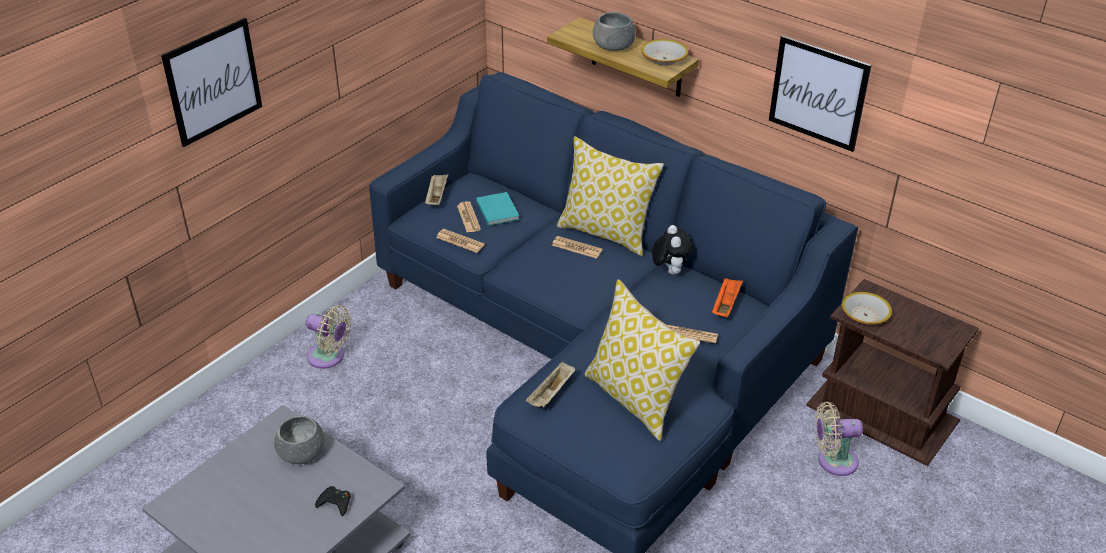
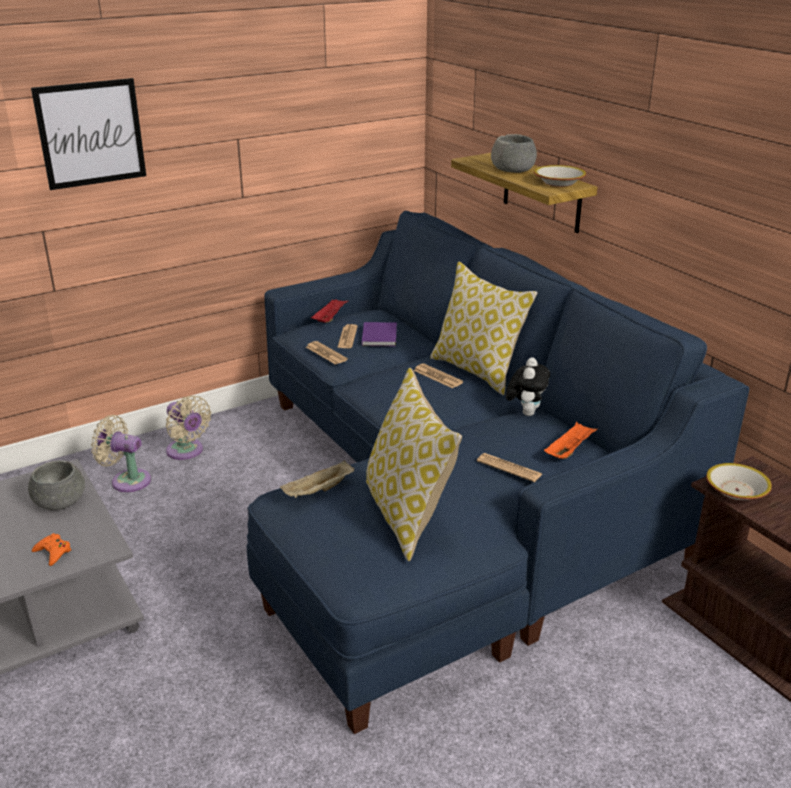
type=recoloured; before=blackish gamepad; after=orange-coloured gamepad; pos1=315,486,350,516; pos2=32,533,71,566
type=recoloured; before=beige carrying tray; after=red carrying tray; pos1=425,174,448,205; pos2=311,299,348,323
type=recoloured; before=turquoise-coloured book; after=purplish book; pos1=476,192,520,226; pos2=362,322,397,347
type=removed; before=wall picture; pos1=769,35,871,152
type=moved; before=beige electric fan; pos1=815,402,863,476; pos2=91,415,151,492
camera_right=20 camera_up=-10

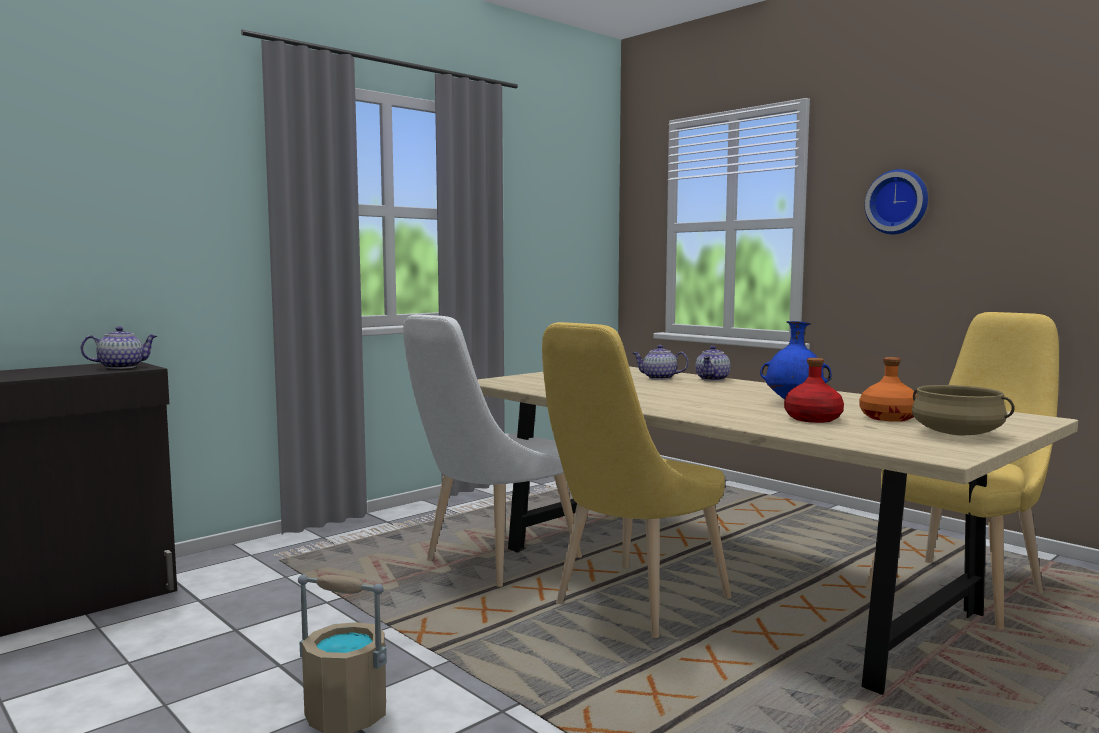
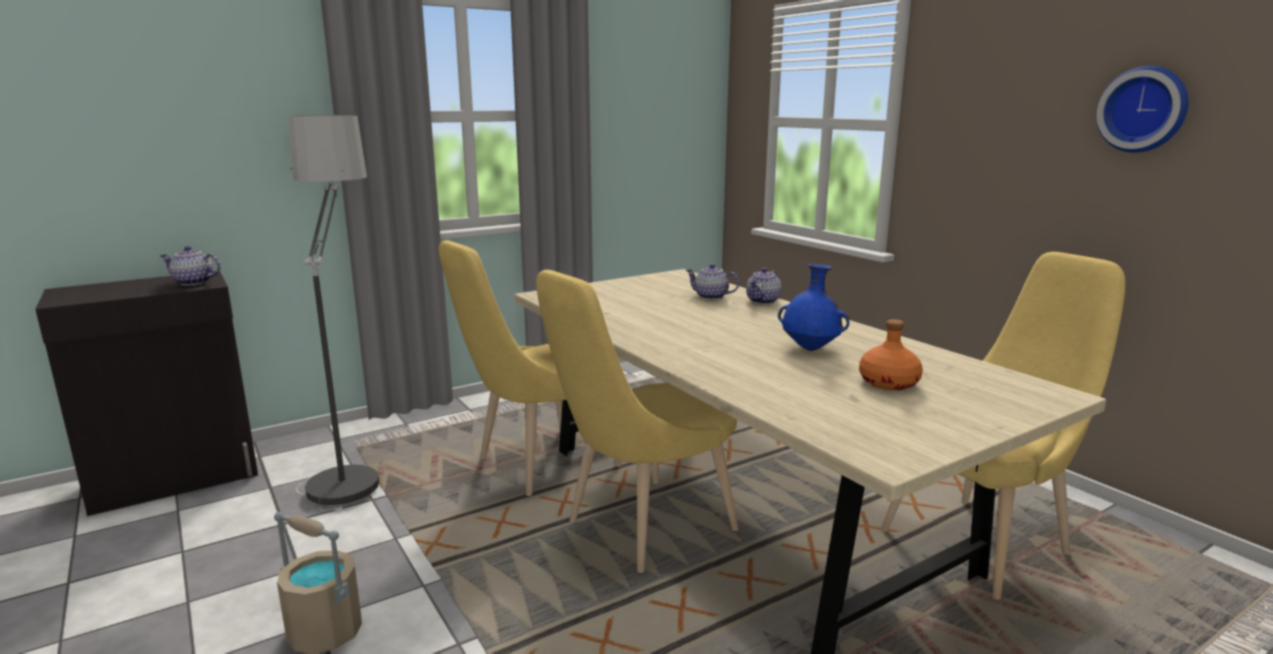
type=turned; before=pot for tea; pos1=80,327,157,369; pos2=160,246,221,286; turn=-150
type=recoloured; before=white plain chair; after=yellow plain chair; pos1=403,314,582,587; pos2=439,240,622,496
type=removed; before=red bottle; pos1=784,358,844,423
type=moved; before=wall clock; pos1=865,169,928,234; pos2=1096,66,1189,153
type=removed; before=beige cooking pot; pos1=912,385,1014,435
type=added; after=standing lamp; pos2=288,115,380,511
camera_right=10 camera_up=10

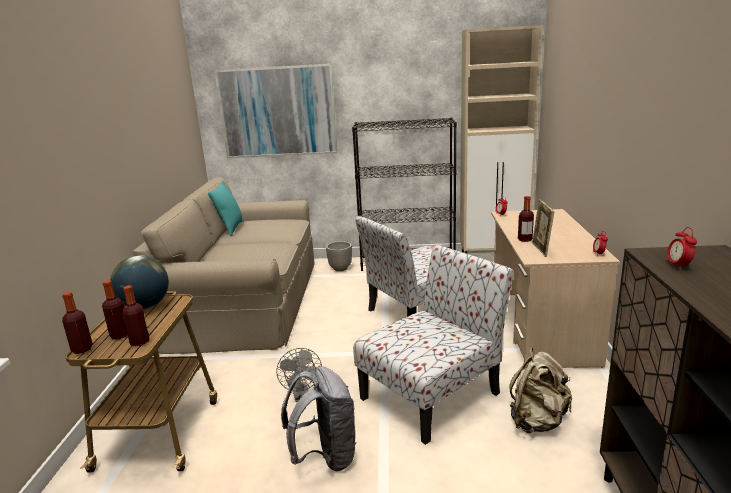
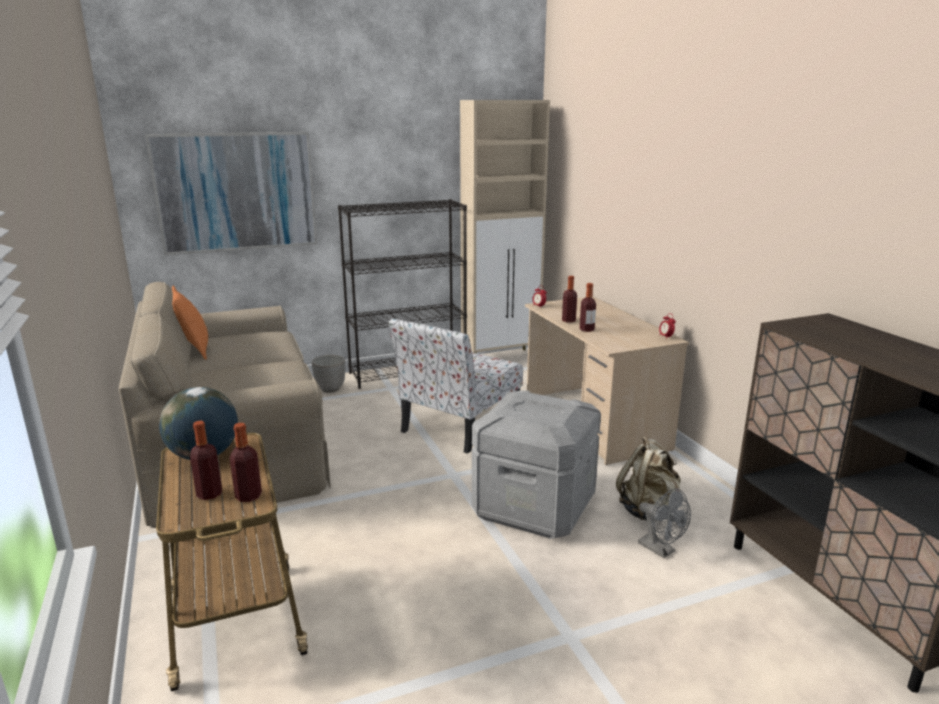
type=moved; before=bottle; pos1=62,292,93,354; pos2=562,276,577,323
type=recoloured; before=turquoise-coloured throw pillow; after=orange-coloured throw pillow; pos1=208,181,244,236; pos2=172,286,208,360
type=moved; before=gray electric fan; pos1=276,348,322,402; pos2=638,489,691,558
type=removed; before=gray backpack; pos1=281,366,357,471
type=replaced; before=plain chair; after=gray storage container; pos1=353,245,513,445; pos2=472,391,601,539
type=removed; before=photo frame; pos1=532,199,555,257
type=removed; before=bedside clock; pos1=667,227,697,270
camera_right=-25 camera_up=0

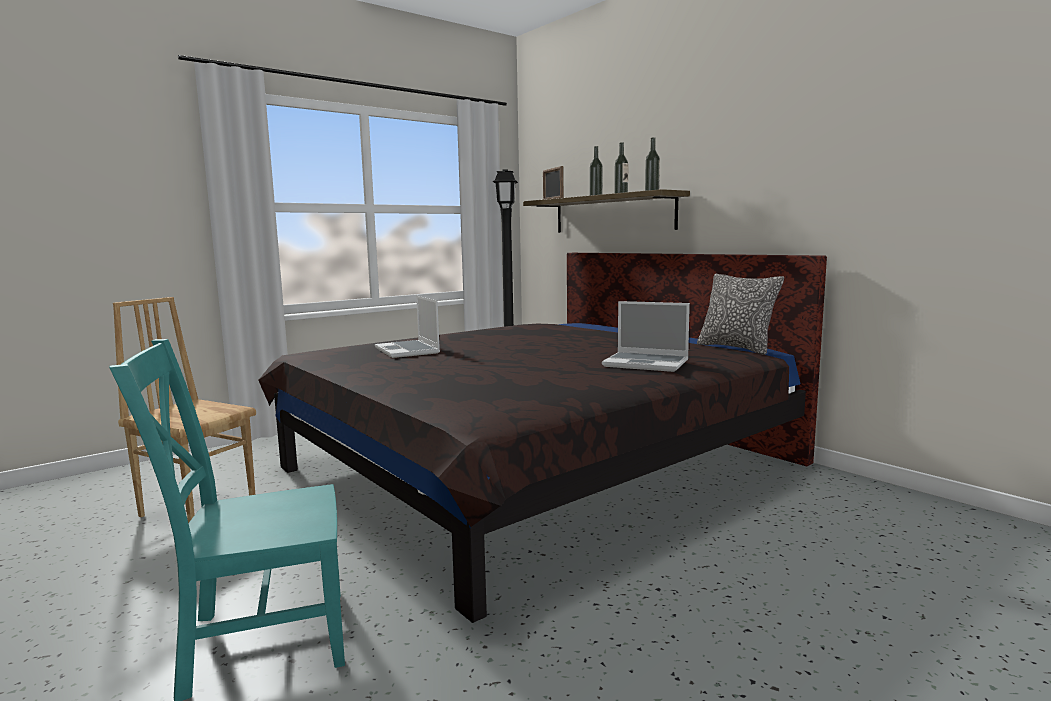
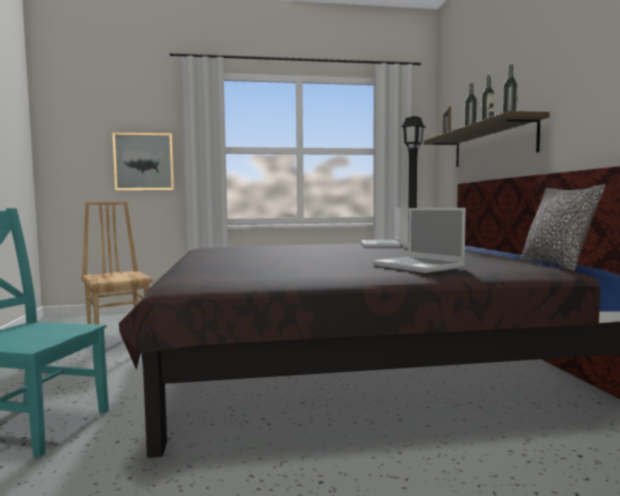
type=moved; before=laptop; pos1=375,296,440,358; pos2=361,207,401,247
type=added; after=wall picture; pos2=112,133,174,190
camera_right=30 camera_up=-5

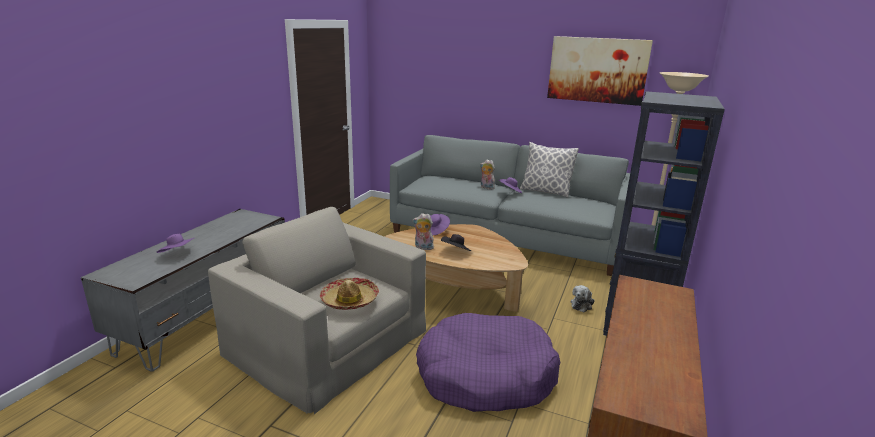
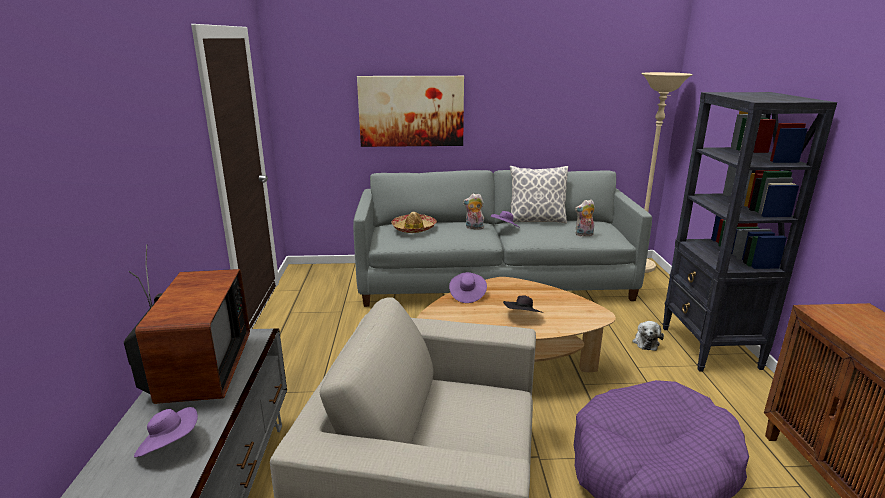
type=moved; before=clothing hat; pos1=320,278,379,310; pos2=391,212,437,233
type=moved; before=cuddly toy; pos1=412,213,434,250; pos2=575,199,595,236
type=moved; before=wall picture; pos1=547,36,653,106; pos2=357,76,464,147
type=added; after=TV set; pos2=124,244,250,404
camera_right=-25 camera_up=0

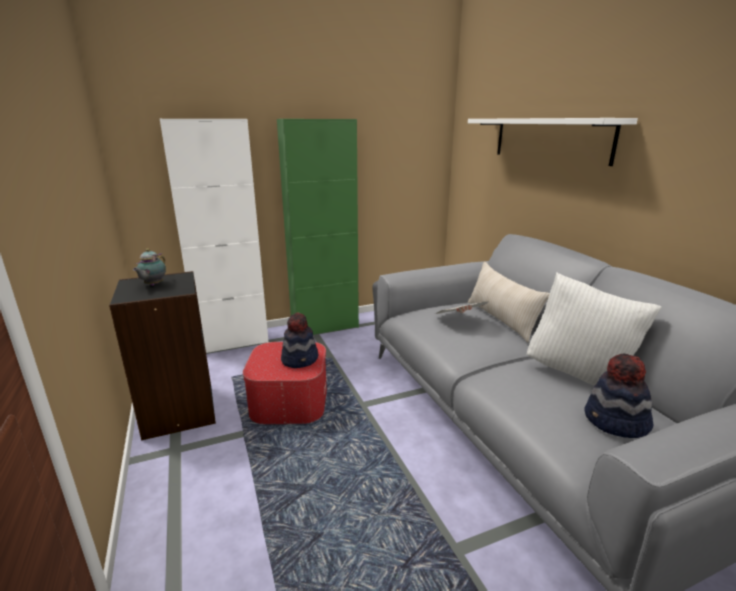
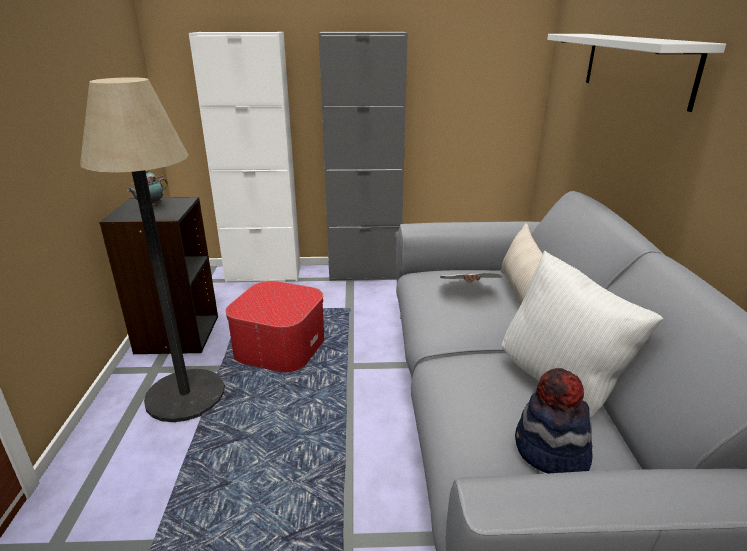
type=recoloured; before=green storage cabinet; after=gray storage cabinet; pos1=277,119,359,335; pos2=319,32,408,281
type=removed; before=clothing hat; pos1=281,312,319,368
type=added; after=standing lamp; pos2=80,77,225,422
camera_right=20 camera_up=5

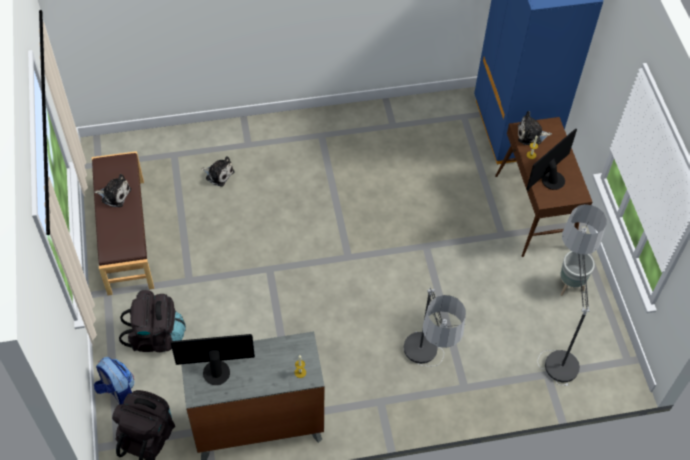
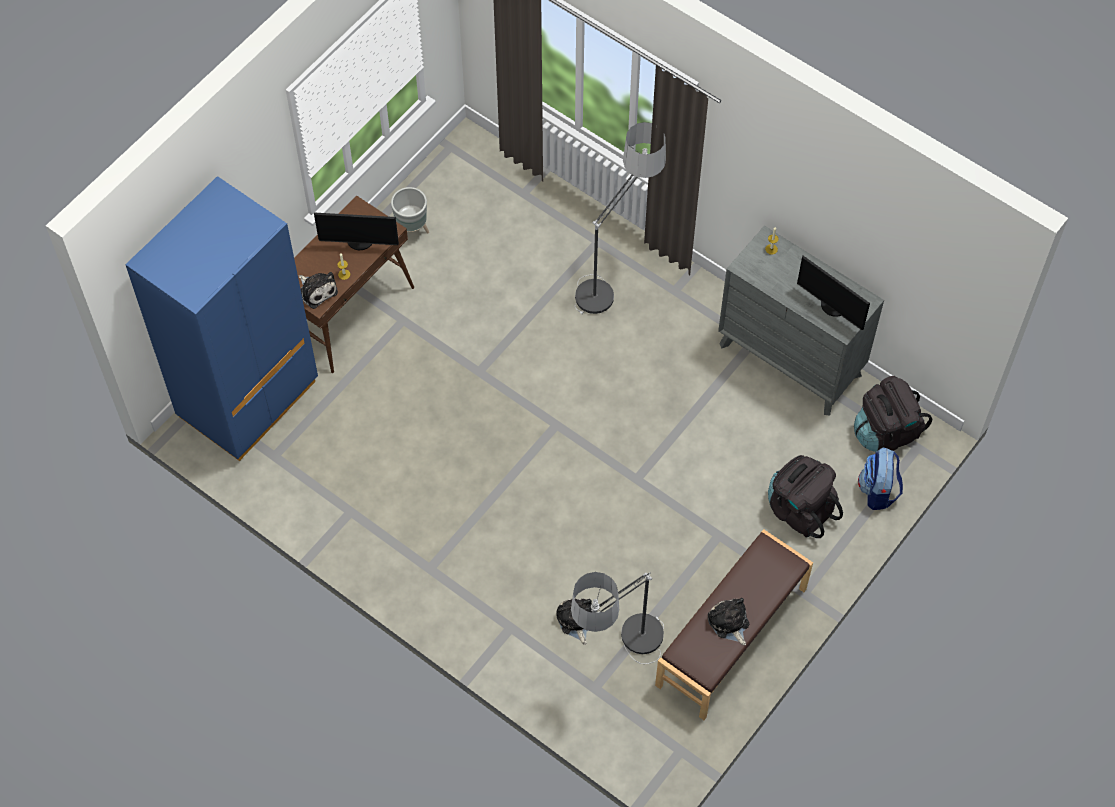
type=moved; before=standing lamp; pos1=537,204,606,386; pos2=571,572,664,664
camera_right=-130 camera_up=5

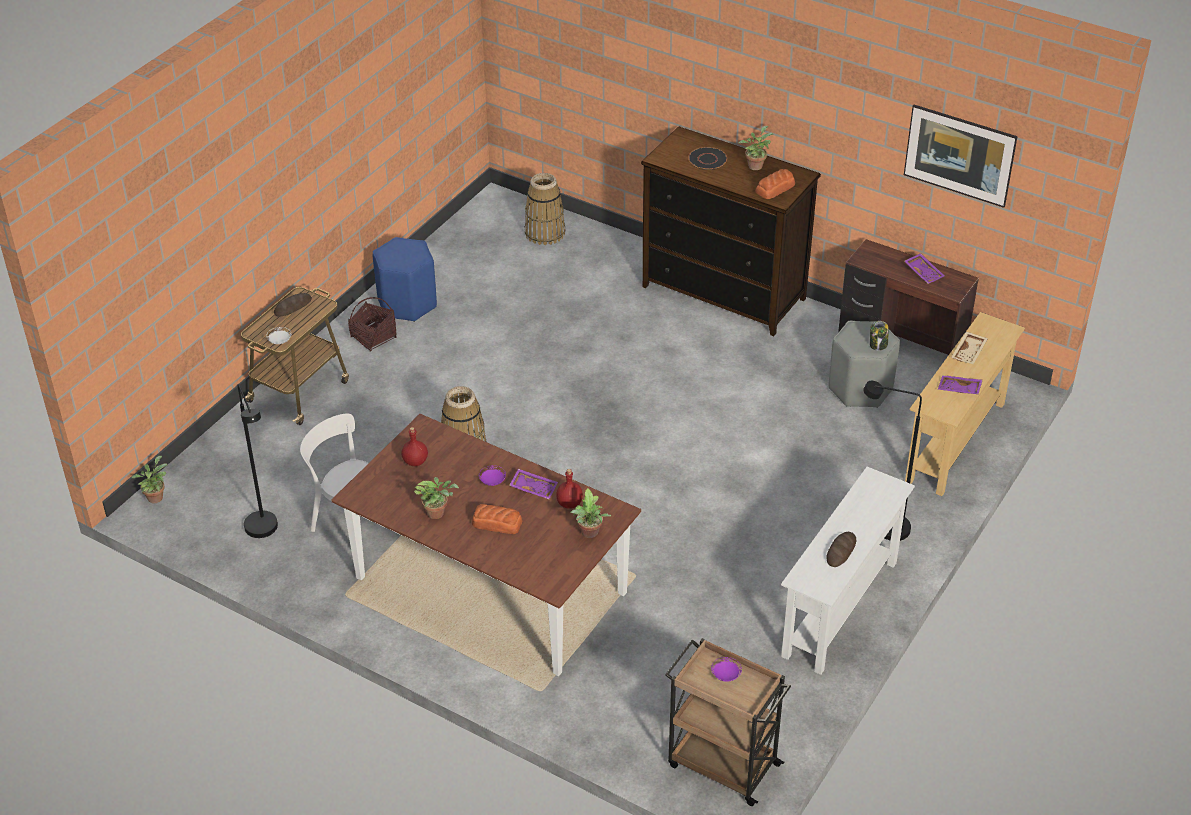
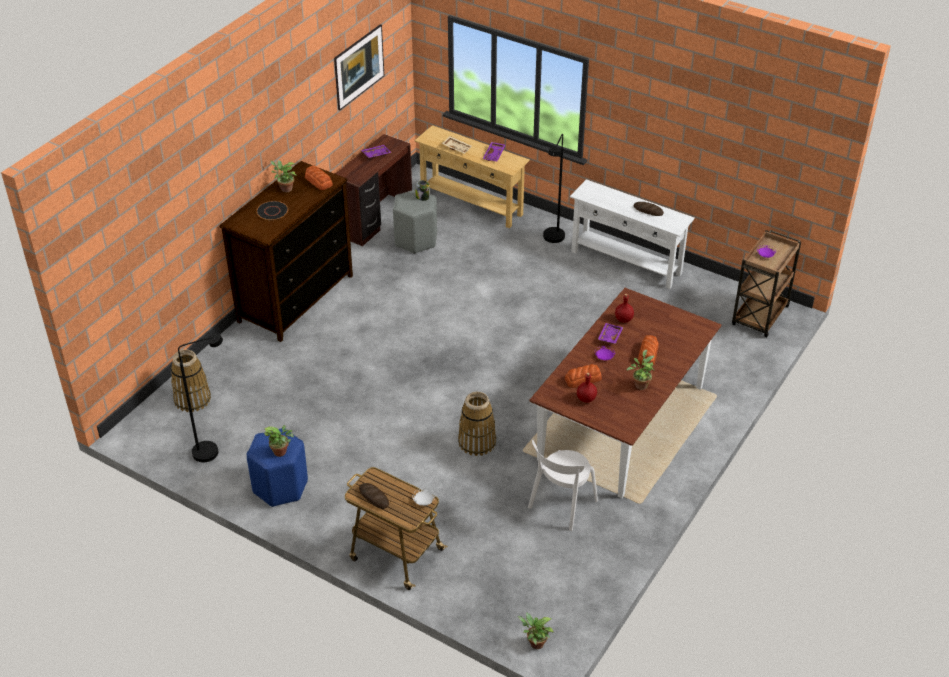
type=moved; before=blackish standing lamp; pos1=237,384,278,538; pos2=178,333,223,463
type=removed; before=household basket; pos1=348,297,397,352
type=moved; before=potted plant; pos1=570,488,611,538; pos2=264,425,294,457
type=added; after=baked bread; pos2=565,364,602,388
camera_right=-90 camera_up=0

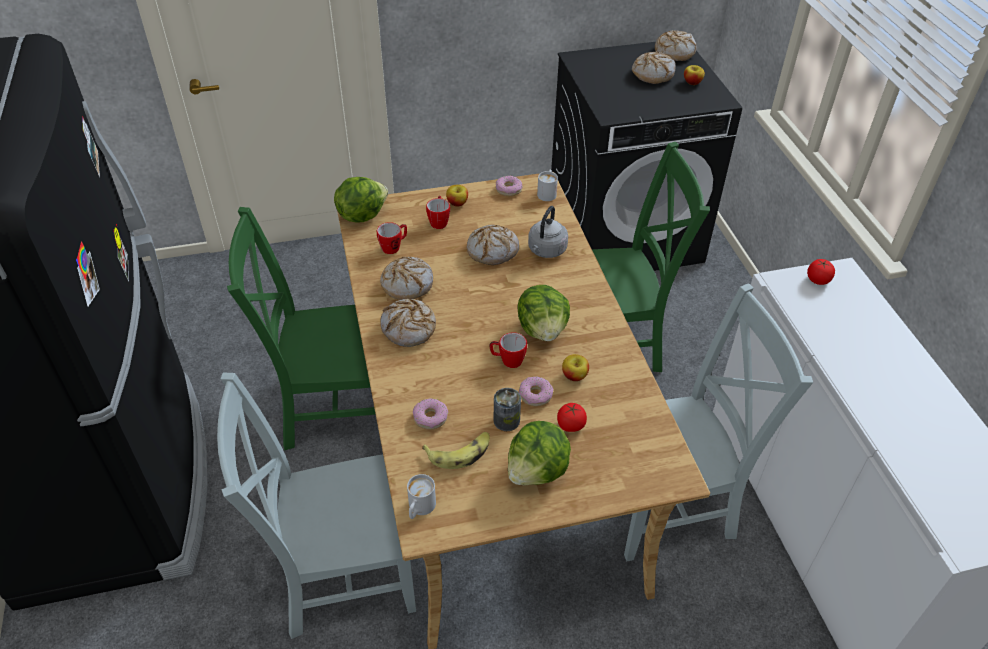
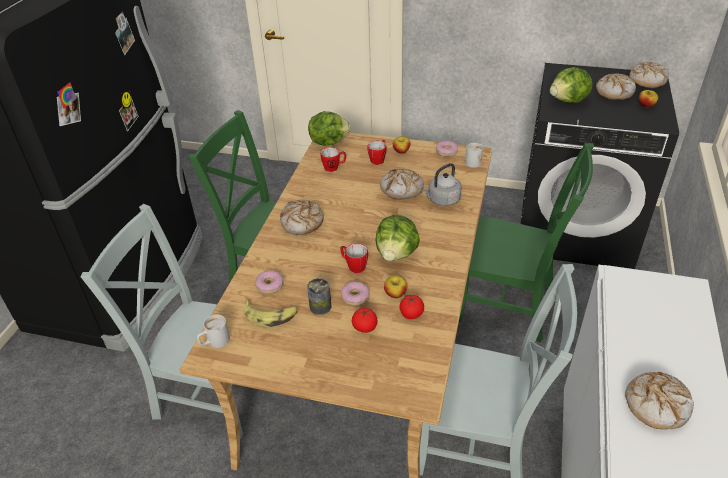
type=moved; before=baked bread; pos1=380,257,433,300; pos2=625,372,694,430
type=moved; before=lettuce head; pos1=508,421,571,485; pos2=550,67,592,103
type=moved; before=whole tomato; pos1=807,259,835,285; pos2=399,294,424,319
camera_right=30 camera_up=-5

